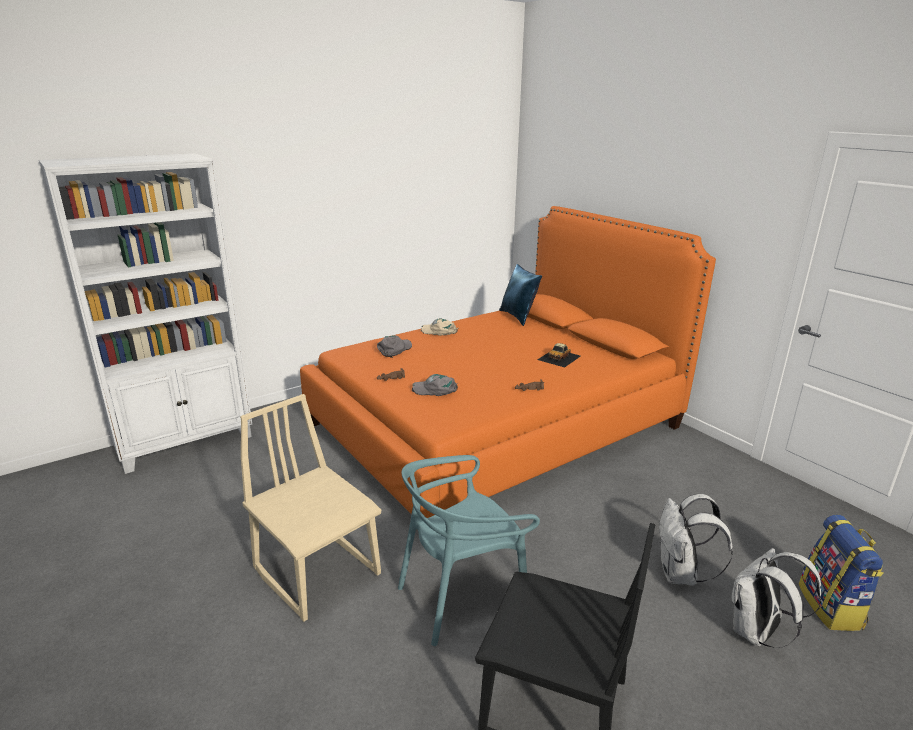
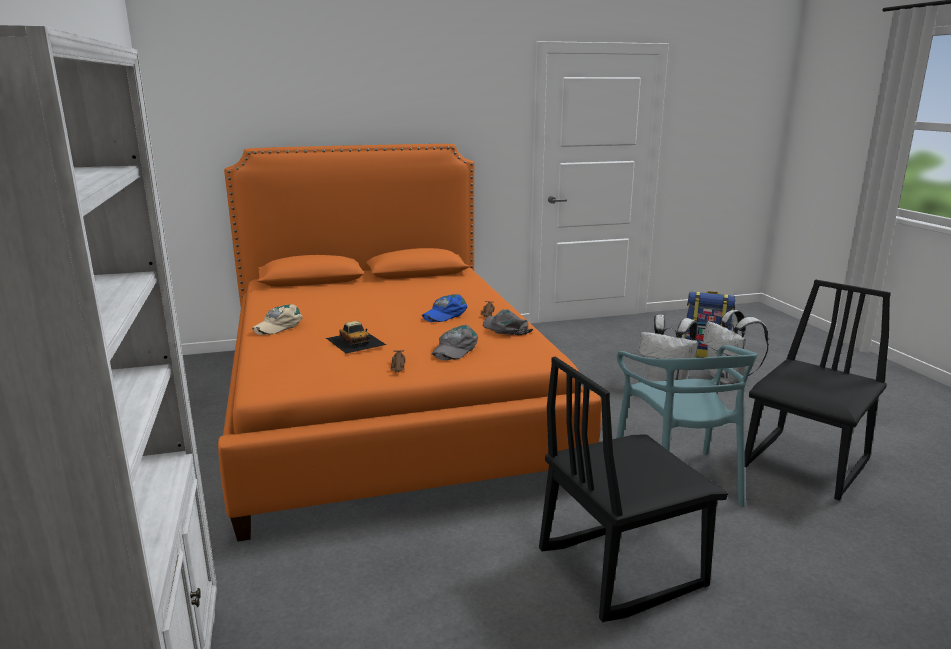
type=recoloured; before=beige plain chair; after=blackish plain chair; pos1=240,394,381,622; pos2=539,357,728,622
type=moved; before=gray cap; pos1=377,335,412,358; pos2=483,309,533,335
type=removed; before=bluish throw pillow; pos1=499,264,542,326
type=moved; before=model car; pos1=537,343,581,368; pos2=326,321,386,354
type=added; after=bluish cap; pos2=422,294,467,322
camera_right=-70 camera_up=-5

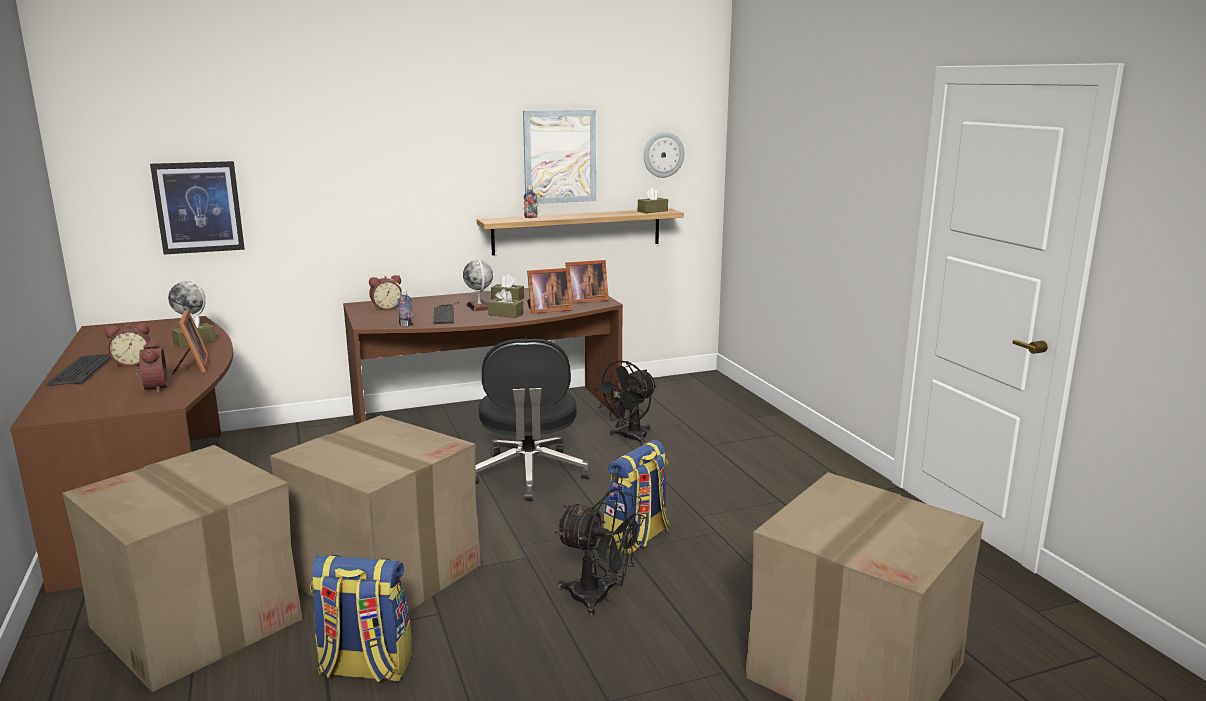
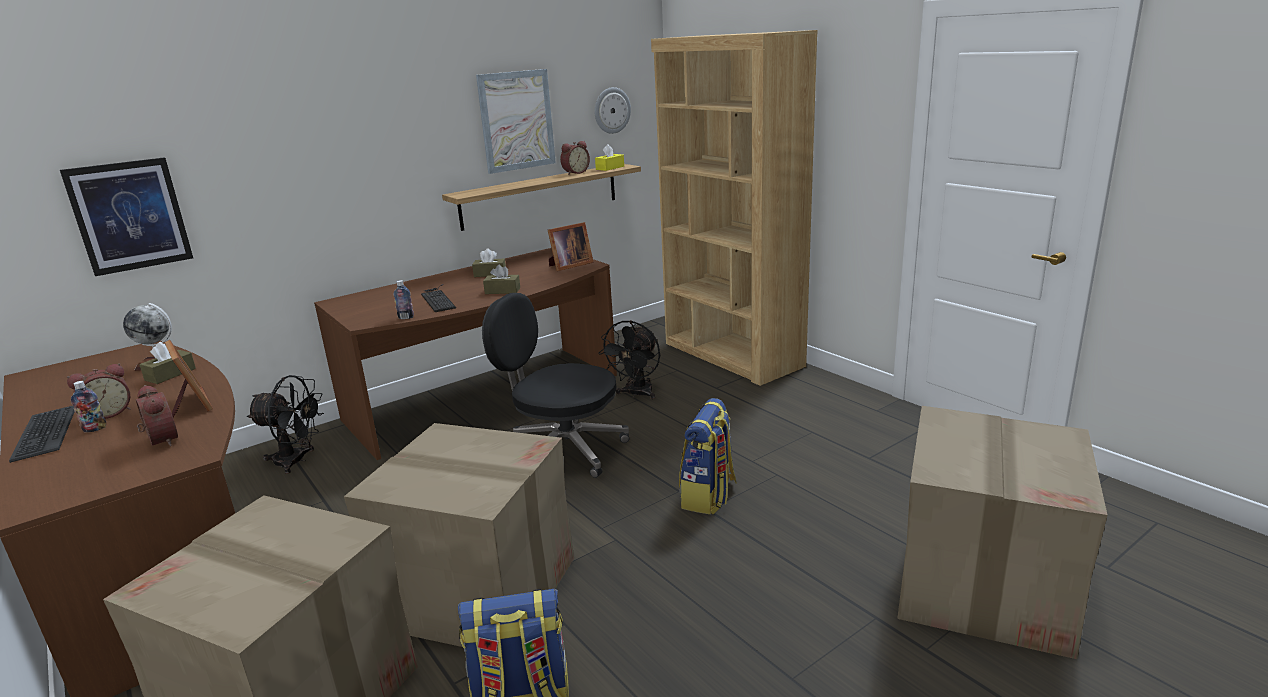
type=moved; before=bedside clock; pos1=369,275,402,311; pos2=560,141,590,175
type=removed; before=globe; pos1=463,260,493,312
type=turned; before=blackish desk chair; pos1=475,339,591,501; pos2=482,293,629,478; turn=135
type=moved; before=bottle; pos1=524,186,538,218; pos2=71,381,106,432
type=removed; before=photo frame; pos1=527,268,573,314
type=moved; before=blackish electric fan; pos1=555,488,645,616; pos2=247,375,324,474
type=recoloured; before=brownish tissue holder; after=yellow tissue holder; pos1=638,188,668,213; pos2=595,144,624,171
type=added; after=brownish bookcase; pos2=651,30,817,386
camera_right=-15 camera_up=5

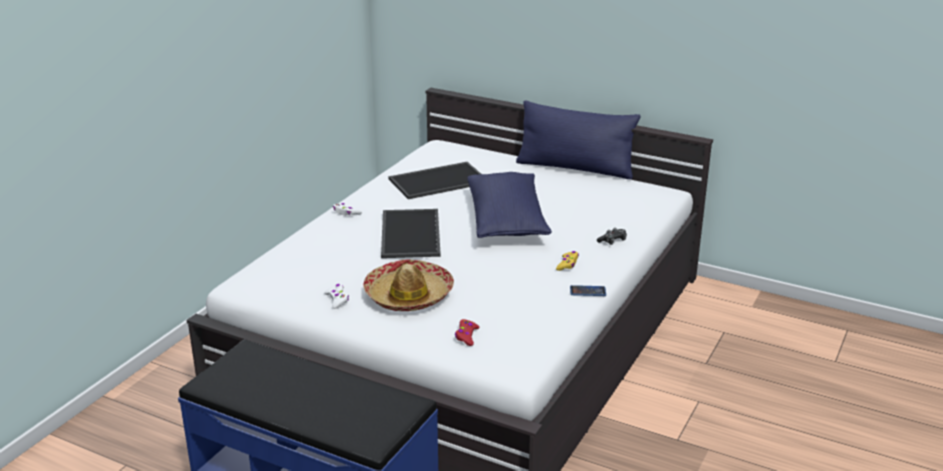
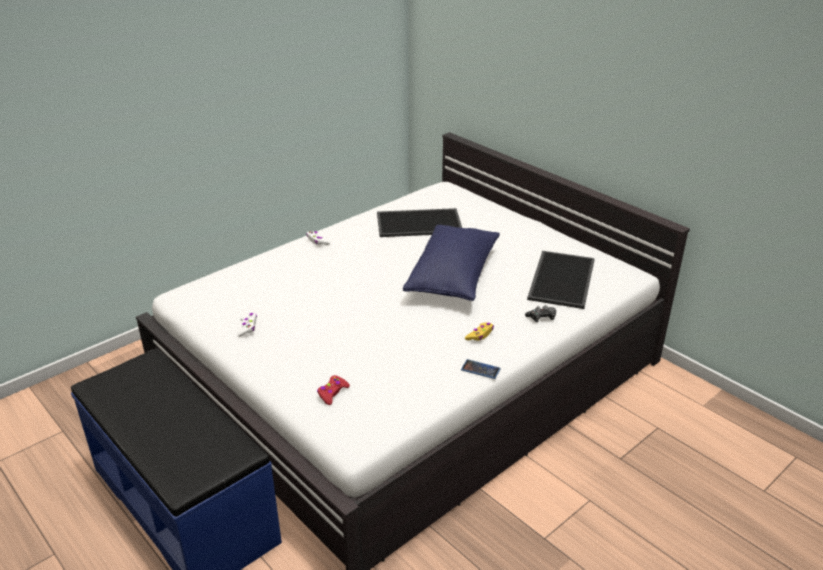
type=removed; before=clothing hat; pos1=363,259,454,311
type=moved; before=carrying tray; pos1=381,209,441,258; pos2=527,251,595,309
type=removed; before=bluish throw pillow; pos1=516,100,641,179
camera_right=20 camera_up=5

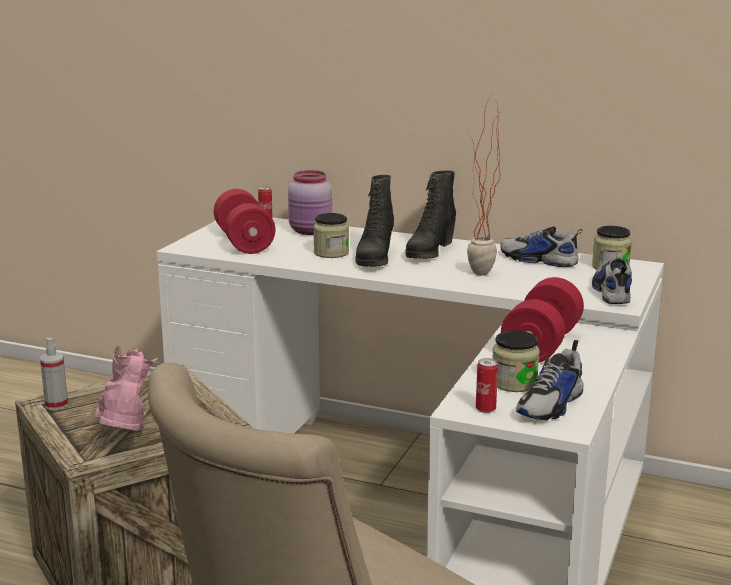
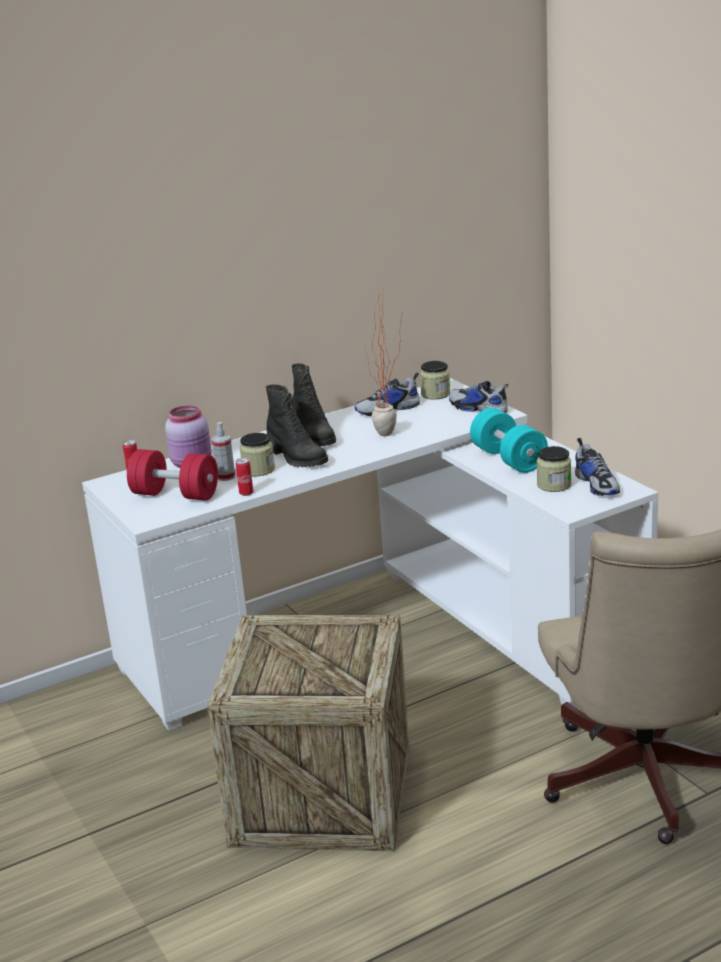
type=moved; before=spray bottle; pos1=40,338,68,410; pos2=212,422,235,481
type=removed; before=pinkish high-top boot; pos1=94,346,159,431
type=moved; before=metal can; pos1=476,358,498,413; pos2=236,458,253,496
type=recoloured; before=red free weight; after=turquoise-coloured free weight; pos1=501,277,584,363; pos2=470,408,548,473
camera_right=-50 camera_up=5

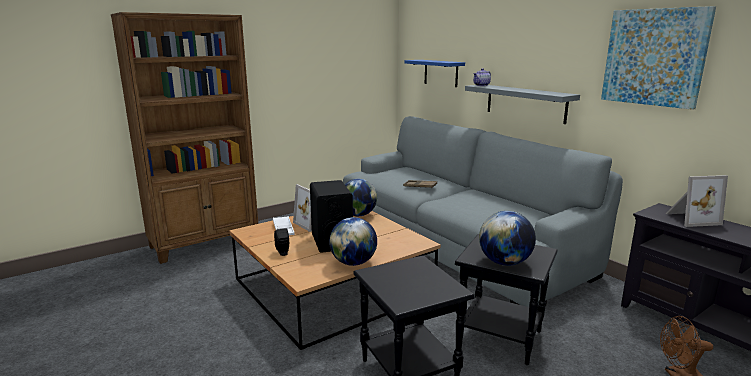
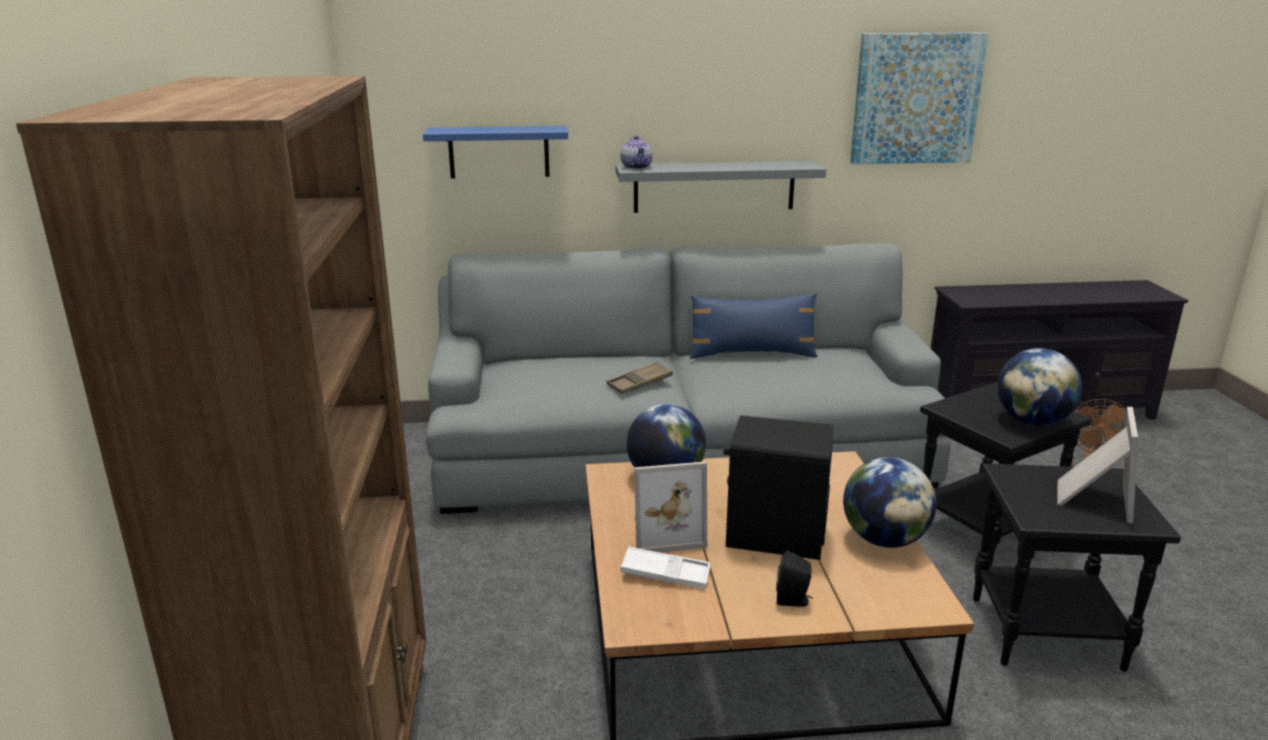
type=moved; before=photo frame; pos1=666,175,728,227; pos2=1057,407,1138,523
type=added; after=bluish throw pillow; pos2=690,293,818,359
camera_right=-60 camera_up=5

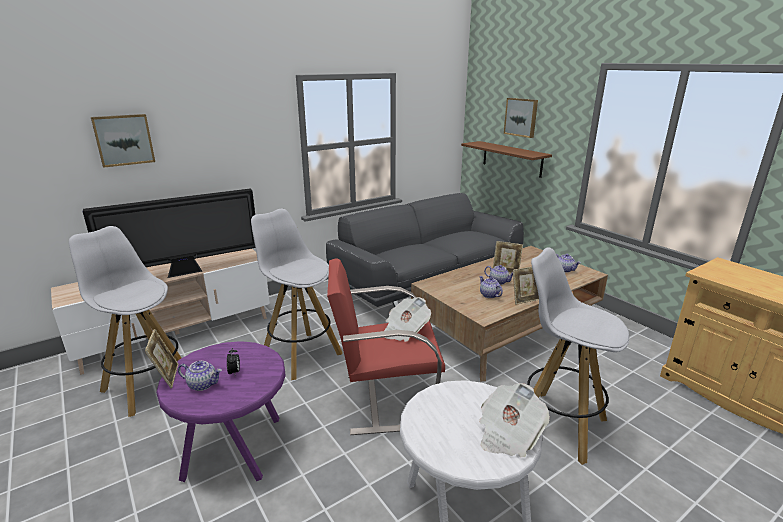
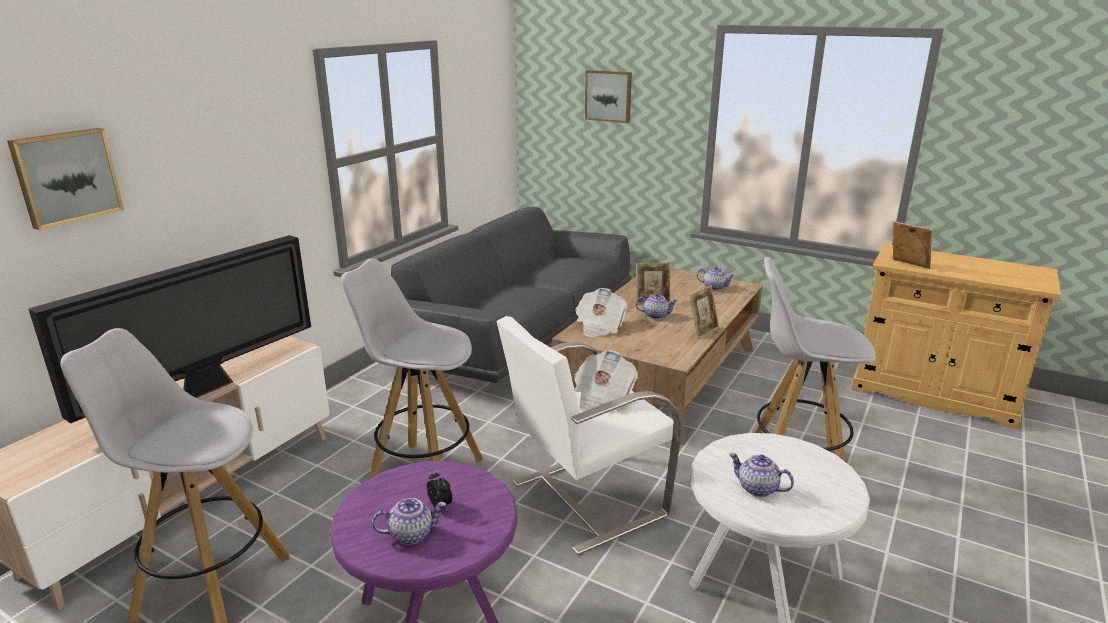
type=moved; before=photo frame; pos1=145,329,178,388; pos2=893,222,933,269
type=recoloured; before=red armchair; after=white armchair; pos1=327,258,445,435; pos2=496,316,682,555
type=removed; before=brownish shelf; pos1=461,141,552,178
type=moved; before=pot for tea; pos1=479,276,503,298; pos2=729,453,794,497
type=moved; before=daily paper; pos1=479,383,550,457; pos2=575,288,628,337
camera_right=-25 camera_up=0

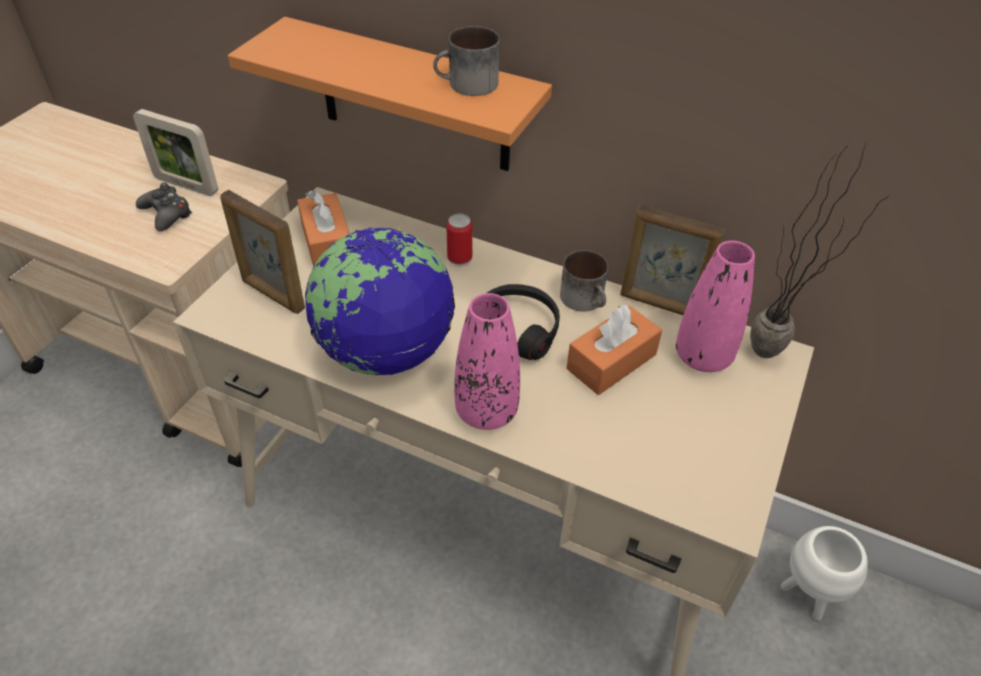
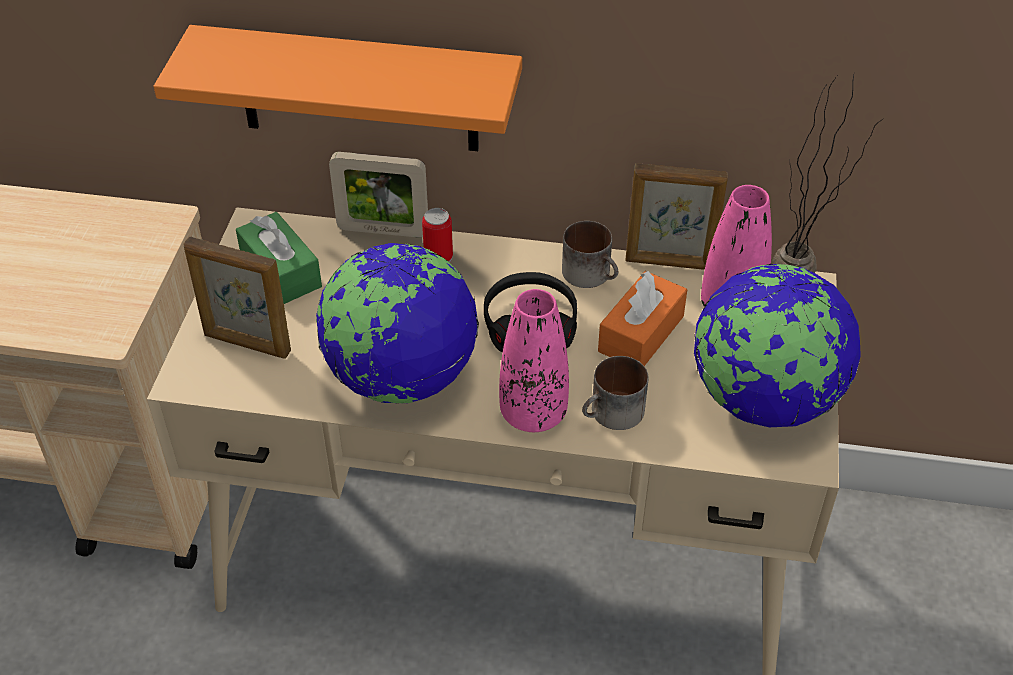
type=moved; before=photo frame; pos1=133,109,218,196; pos2=329,152,428,238
type=removed; before=blackish gamepad; pos1=136,182,192,232
type=recoloured; before=orange-coloured tissue holder; after=green tissue holder; pos1=297,190,350,266; pos2=236,212,322,304
type=moved; before=mug; pos1=433,26,500,96; pos2=582,356,649,430
type=removed; before=white flower pot; pos1=781,526,868,621
type=added; after=globe; pos2=694,264,861,427
camera_right=-15 camera_up=0

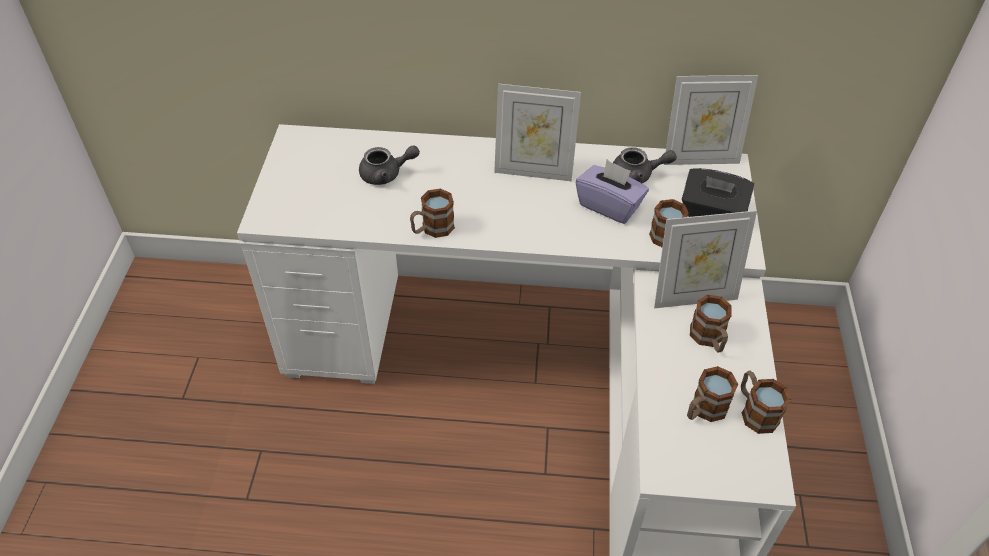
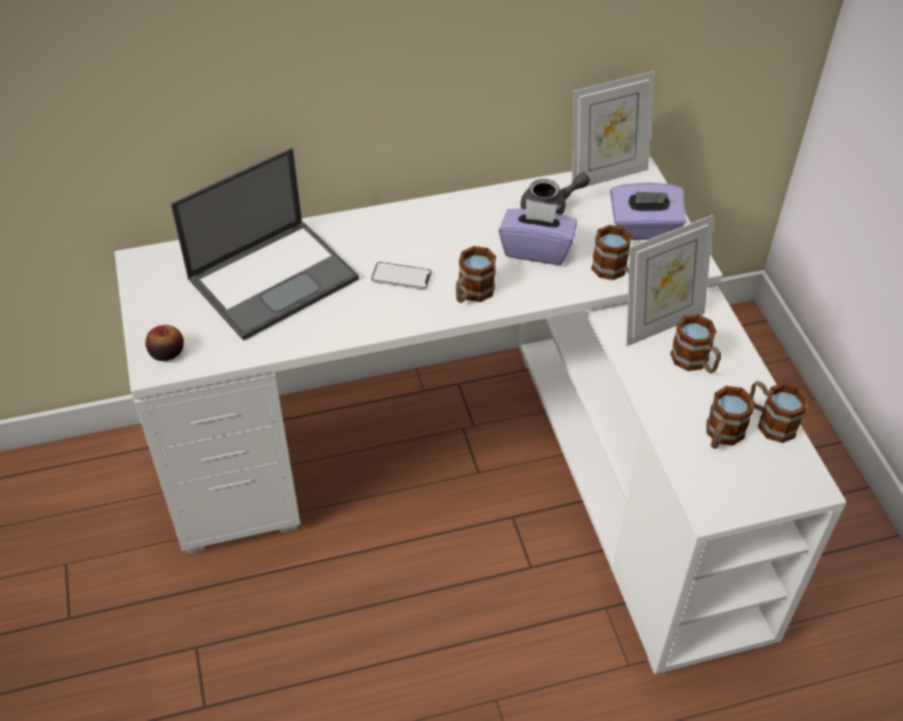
type=replaced; before=gray pot for tea; after=laptop; pos1=359,145,420,185; pos2=170,147,359,341
type=moved; before=mug; pos1=410,188,455,238; pos2=456,246,496,303
type=removed; before=photo frame; pos1=494,83,581,181
type=recoloured; before=blackish tissue holder; after=purplish tissue holder; pos1=682,168,754,217; pos2=610,183,686,240
type=added; after=apple; pos2=145,325,184,361
type=added; after=handset; pos2=371,262,432,290
camera_right=-20 camera_up=0

